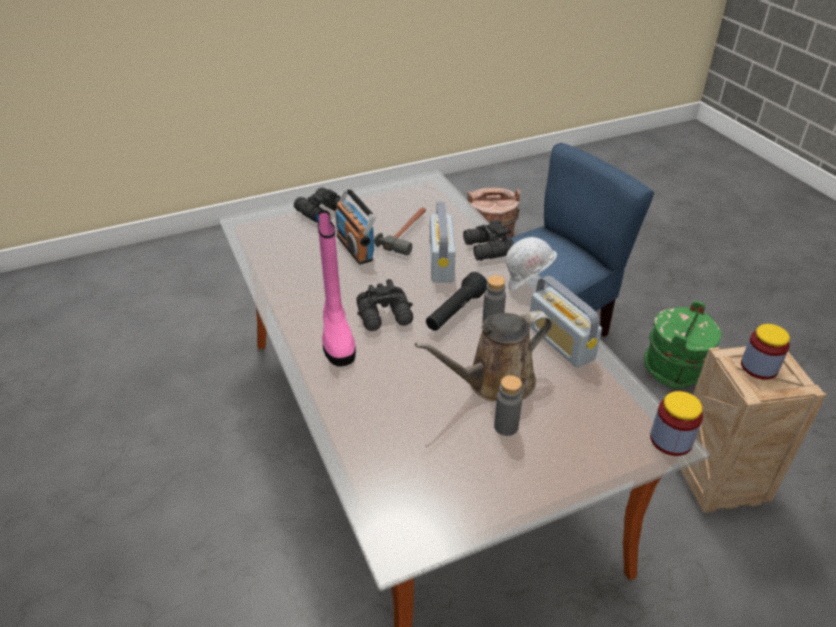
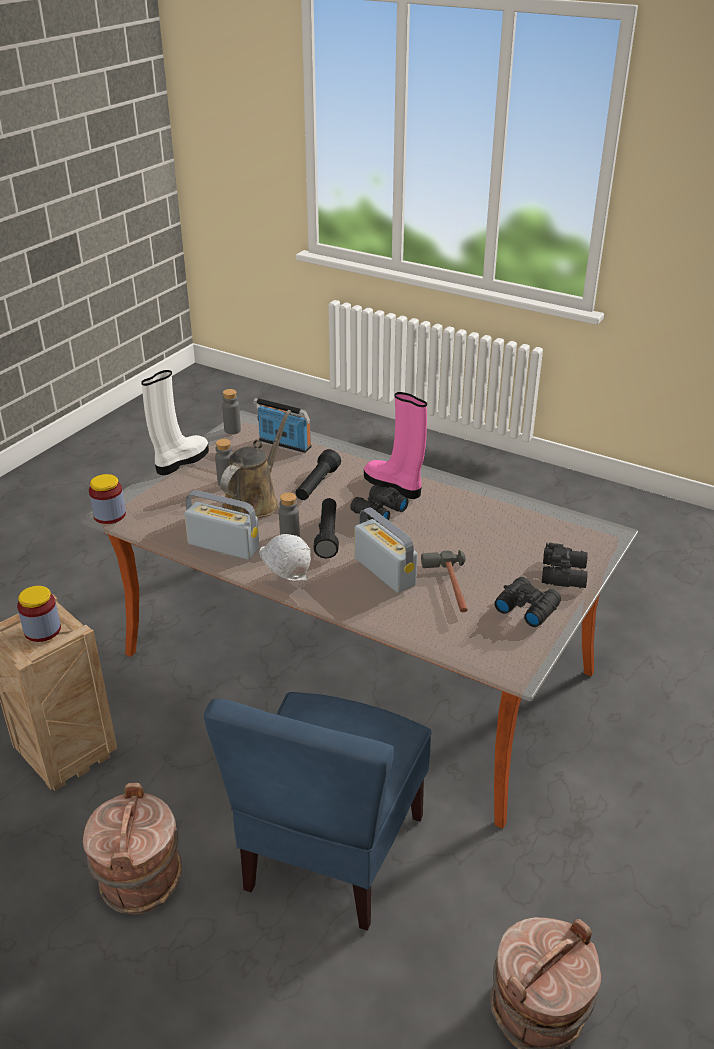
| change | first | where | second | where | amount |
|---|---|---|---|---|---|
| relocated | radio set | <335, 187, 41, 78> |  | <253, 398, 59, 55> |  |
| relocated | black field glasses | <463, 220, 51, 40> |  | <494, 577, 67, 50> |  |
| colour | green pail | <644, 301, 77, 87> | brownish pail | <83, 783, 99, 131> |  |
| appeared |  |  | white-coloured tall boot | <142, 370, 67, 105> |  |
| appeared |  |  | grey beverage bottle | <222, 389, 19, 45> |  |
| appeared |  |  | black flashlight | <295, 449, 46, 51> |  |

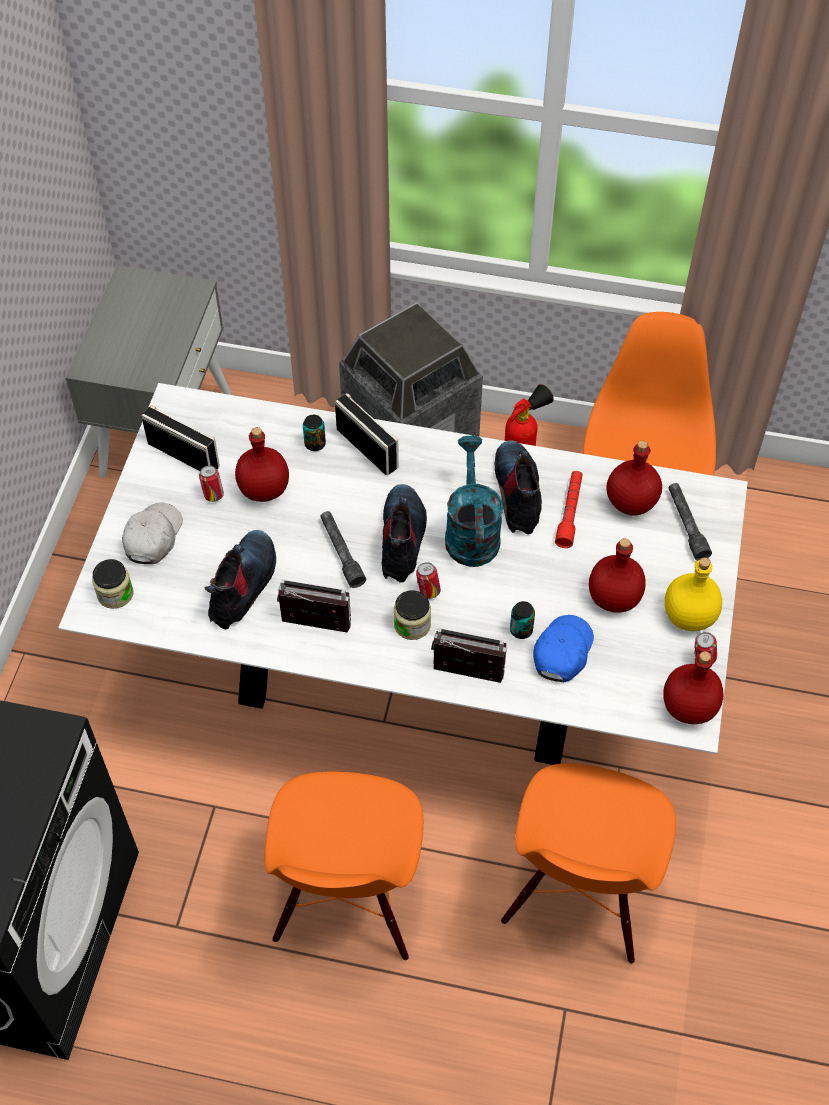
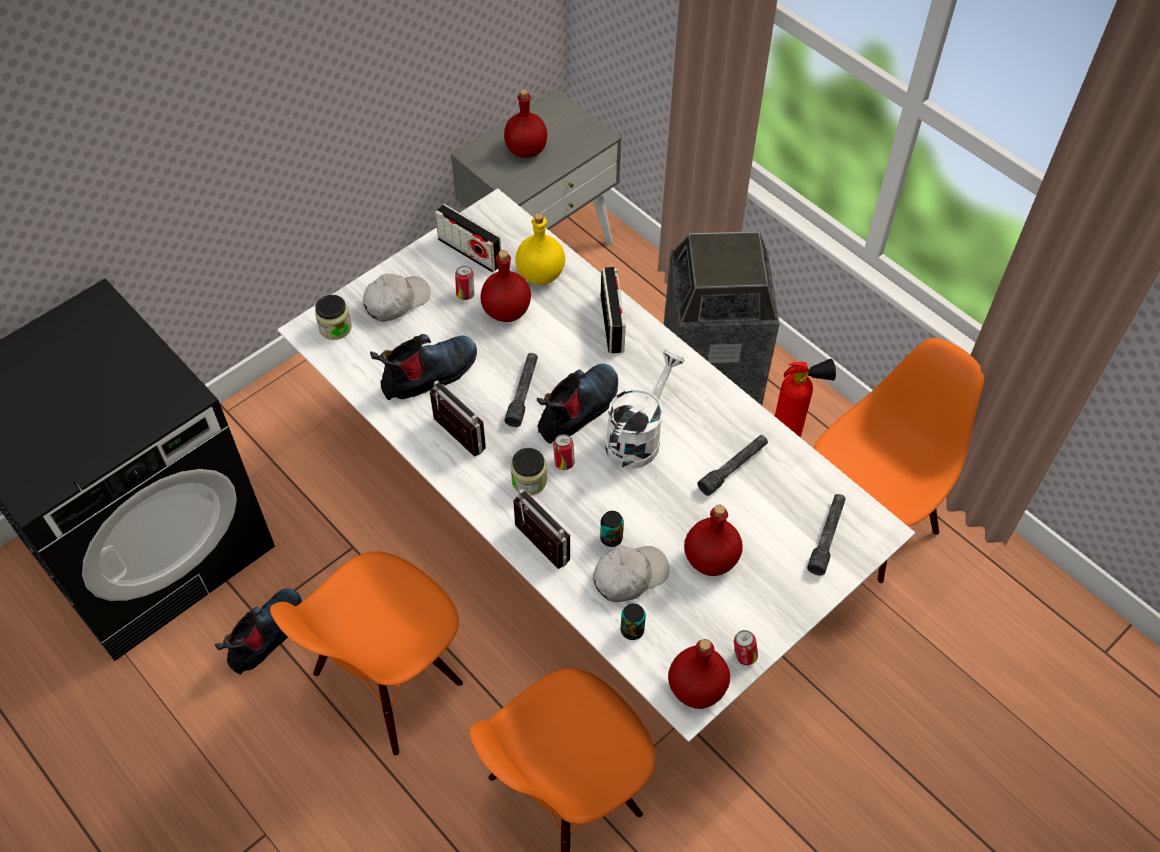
| change | first | where | second | where | amount |
|---|---|---|---|---|---|
| spun | radio set | <142, 405, 78, 66> |  | <435, 204, 66, 69> | 150 degrees clockwise |
| relocated | metal can | <303, 415, 23, 36> |  | <621, 603, 25, 37> |  |
| colour | turquoise watering can | <445, 436, 58, 131> | white-coloured watering can | <605, 349, 80, 120> |  |
| relocated | tall boot | <495, 440, 47, 95> |  | <215, 588, 87, 87> |  |
| colour | blue-coloured baseball cap | <533, 615, 61, 67> | white-coloured baseball cap | <593, 546, 77, 56> |  |
| colour | red flashlight | <555, 471, 28, 77> | grey flashlight | <697, 435, 71, 61> |  |
| relocated | red beverage bottle | <606, 440, 56, 76> |  | <504, 89, 43, 69> |  |
| relocated | yellow beverage bottle | <665, 557, 57, 74> |  | <515, 213, 50, 72> |  |

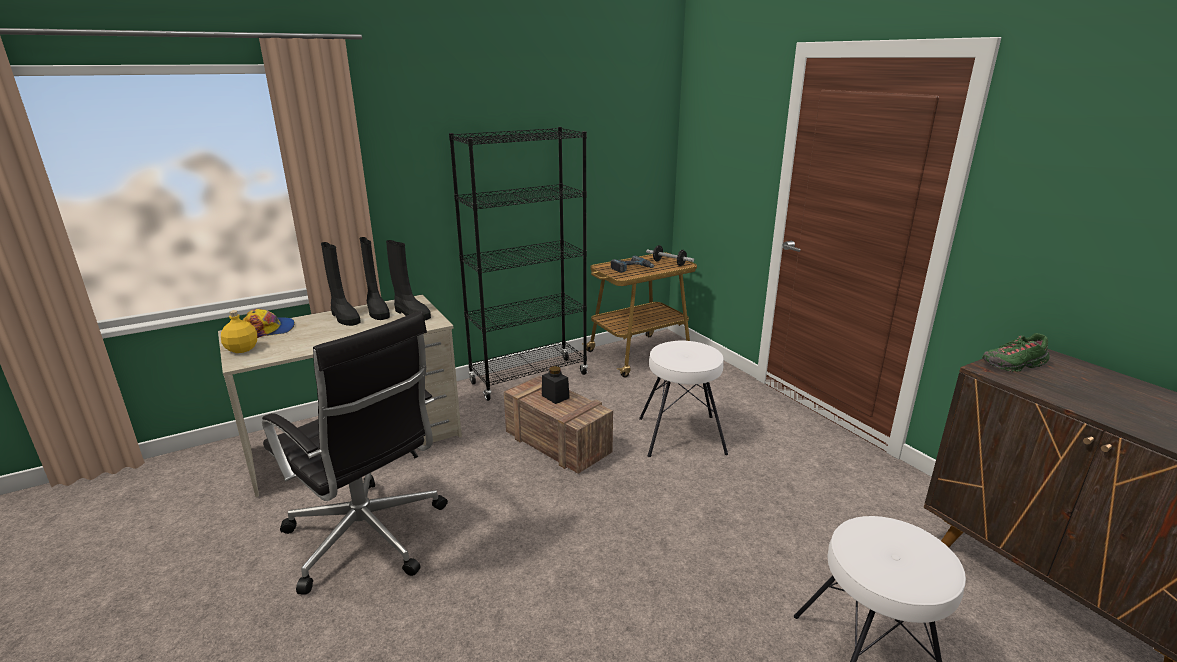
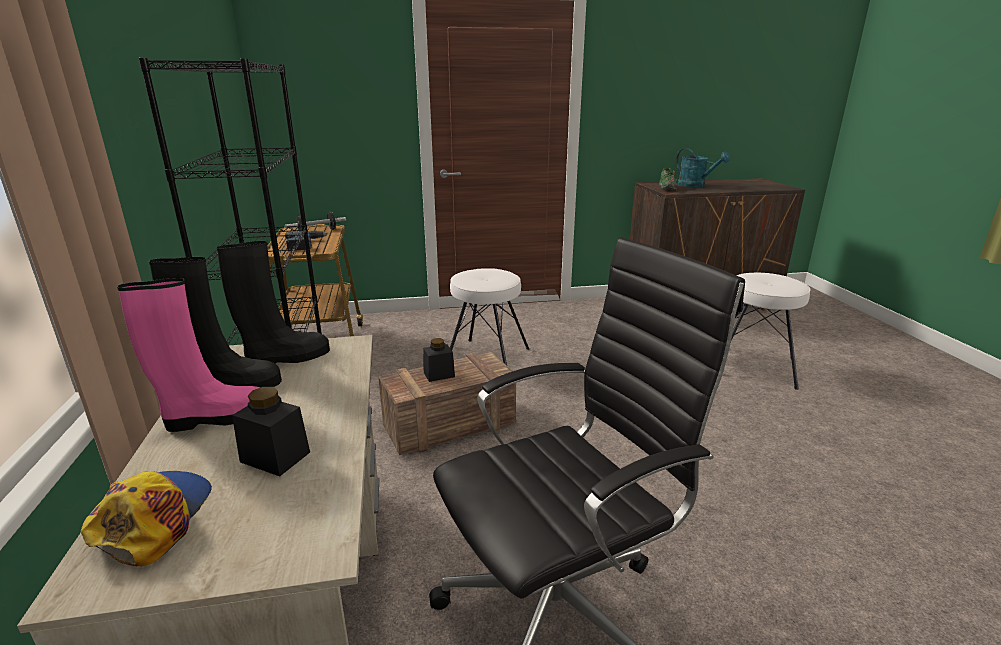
| change | first | where | second | where | amount |
|---|---|---|---|---|---|
| missing | yellow beverage bottle | <221, 310, 36, 43> |  |  |  |
| colour | black tall boot | <321, 242, 40, 84> | pinkish tall boot | <117, 278, 143, 154> |  |
| appeared |  |  | black jar | <232, 387, 78, 89> |  |
| appeared |  |  | turquoise watering can | <676, 148, 54, 39> |  |

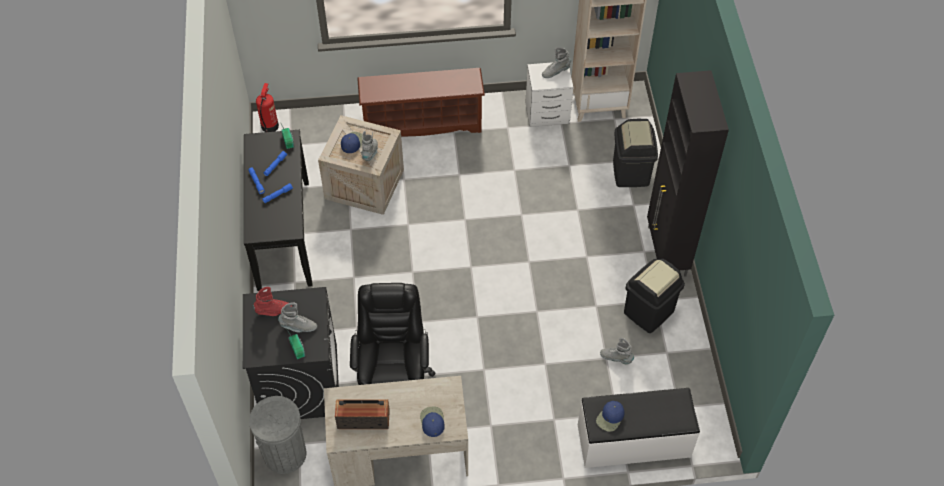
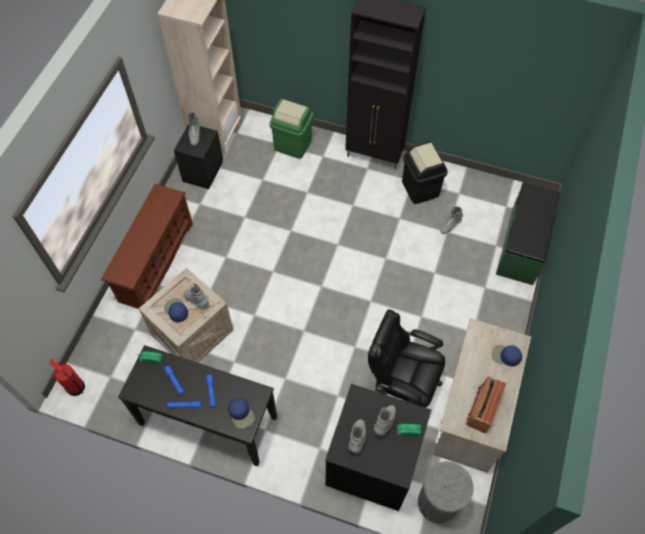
| change | first | where | second | where | amount |
|---|---|---|---|---|---|
| colour | red tall boot | <253, 287, 39, 29> | grey tall boot | <349, 419, 17, 35> |  |
| colour | white-coloured night table | <525, 62, 48, 65> | black night table | <174, 124, 49, 65> |  |
| colour | white-coloured bench | <578, 388, 122, 80> | green bench | <496, 182, 64, 103> |  |
| relocated | blue-coloured baseball cap | <596, 401, 29, 31> |  | <228, 398, 27, 31> |  |
| colour | black rubbish bin | <613, 119, 45, 68> | green rubbish bin | <269, 99, 45, 60> |  |

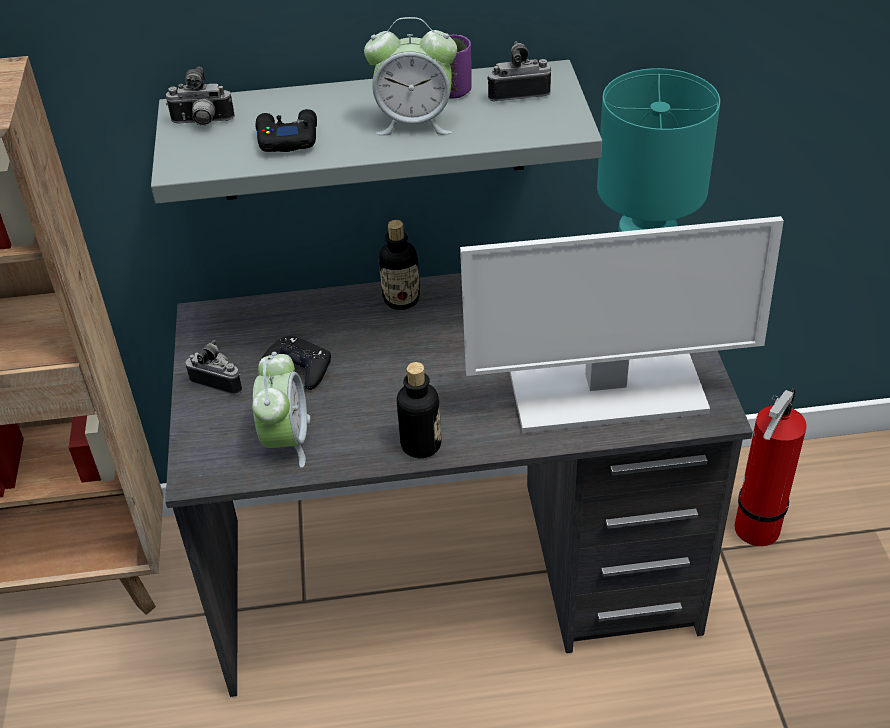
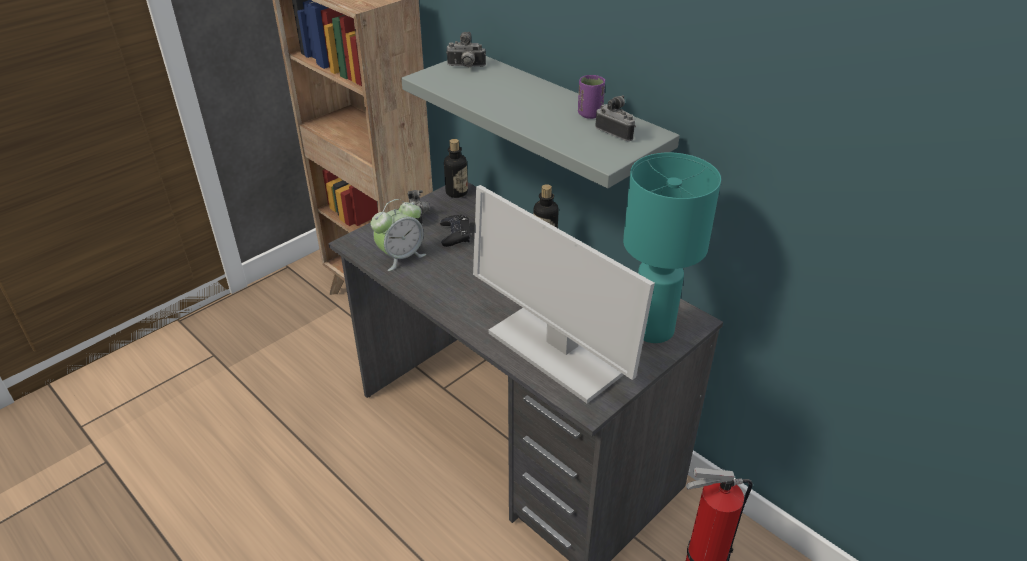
| change | first | where | second | where | amount |
|---|---|---|---|---|---|
| spun | photo camera | <166, 67, 69, 59> |  | <446, 32, 40, 35> | 45 degrees counterclockwise |
| missing | black gamepad | <256, 109, 61, 43> |  |  |  |
| missing | table clock | <364, 17, 93, 118> |  |  |  |
| relocated | beverage bottle | <397, 362, 44, 96> |  | <444, 139, 24, 59> |  |

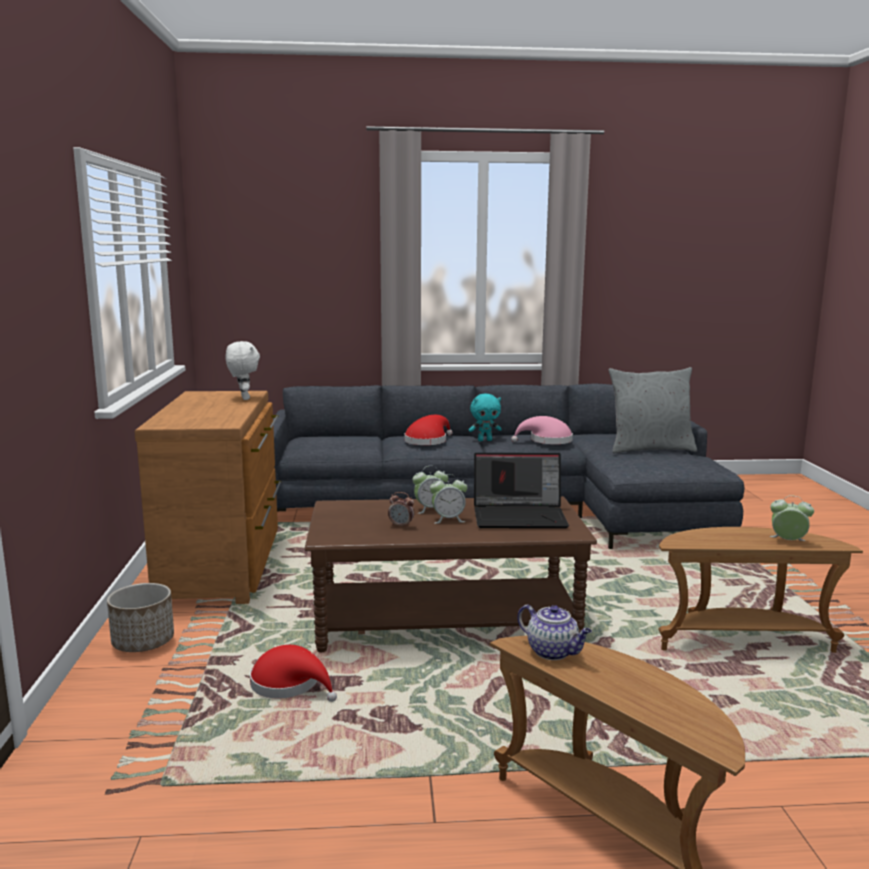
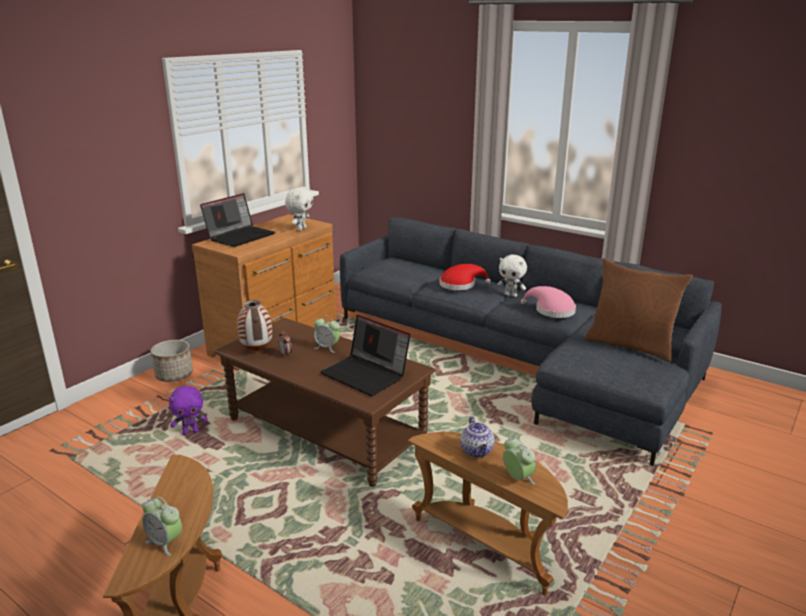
| change | first | where | second | where | amount |
|---|---|---|---|---|---|
| exchanged | red wearable hat | <250, 645, 87, 57> | purplish cuddly toy | <169, 386, 39, 49> |  |
| relocated | table clock | <430, 474, 37, 50> |  | <142, 496, 40, 60> |  |
| colour | turquoise cuddly toy | <469, 394, 33, 47> | white-coloured cuddly toy | <497, 255, 30, 42> |  |
| relocated | tea pot | <518, 605, 74, 55> |  | <460, 417, 35, 41> |  |
| colour | grey throw pillow | <609, 367, 88, 86> | brownish throw pillow | <584, 258, 108, 104> |  |
| appeared |  |  | laptop | <200, 193, 75, 54> |  |
| appeared |  |  | flower vase | <237, 300, 35, 51> |  |

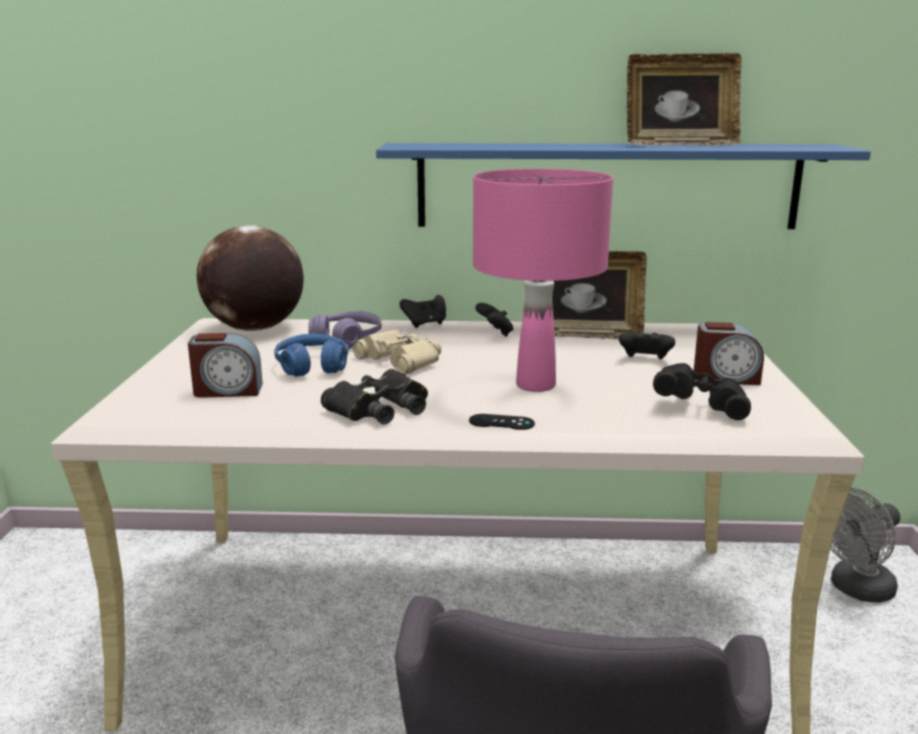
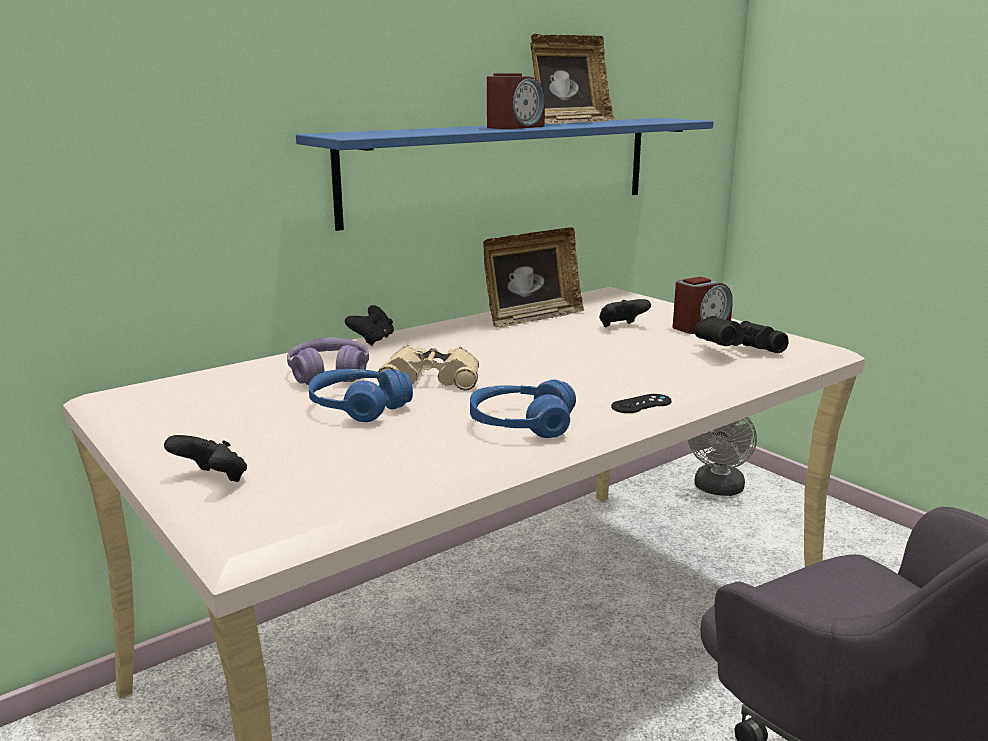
| change | first | where | second | where | amount |
|---|---|---|---|---|---|
| relocated | table clock | <188, 333, 75, 65> |  | <487, 73, 58, 56> |  |
| missing | globe | <196, 225, 108, 106> |  |  |  |
| exchanged | black field glasses | <321, 369, 107, 56> | blue-coloured pair of headphones | <470, 380, 106, 58> |  |
| missing | pinkish table lamp | <473, 169, 140, 223> |  |  |  |
| relocated | black gamepad | <475, 303, 38, 34> |  | <164, 435, 83, 47> |  |

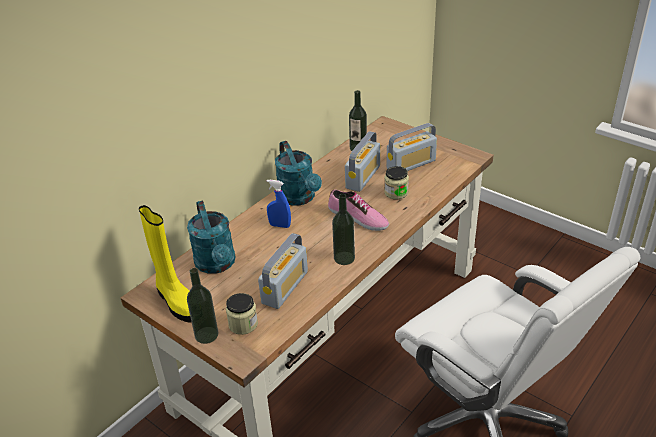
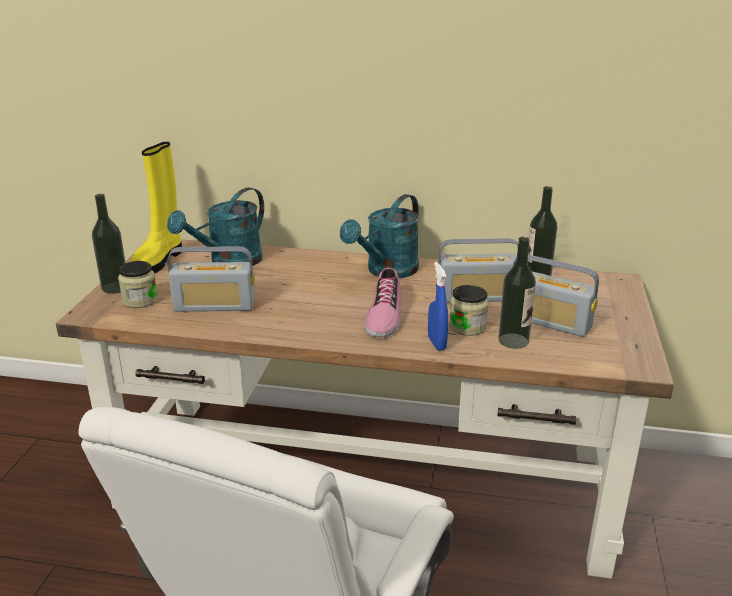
| change | first | where | second | where | amount |
|---|---|---|---|---|---|
| relocated | blue-coloured hand sprayer | <266, 180, 25, 48> |  | <428, 262, 20, 89> |  |
| relocated | beverage bottle | <332, 194, 23, 71> |  | <498, 237, 38, 112> |  |

